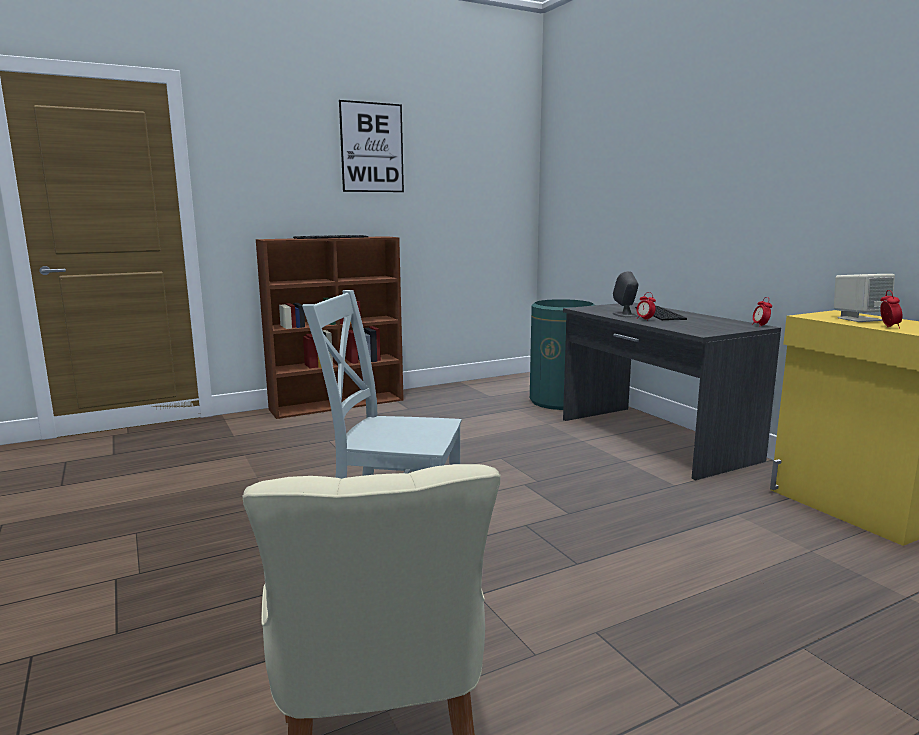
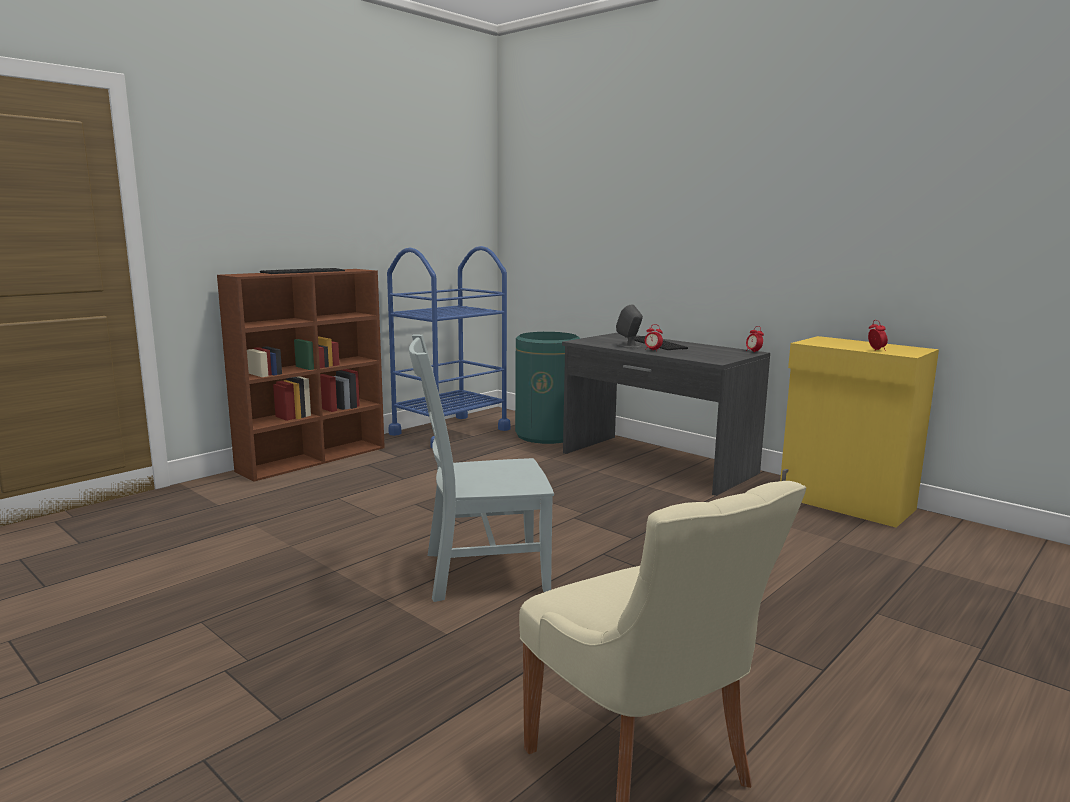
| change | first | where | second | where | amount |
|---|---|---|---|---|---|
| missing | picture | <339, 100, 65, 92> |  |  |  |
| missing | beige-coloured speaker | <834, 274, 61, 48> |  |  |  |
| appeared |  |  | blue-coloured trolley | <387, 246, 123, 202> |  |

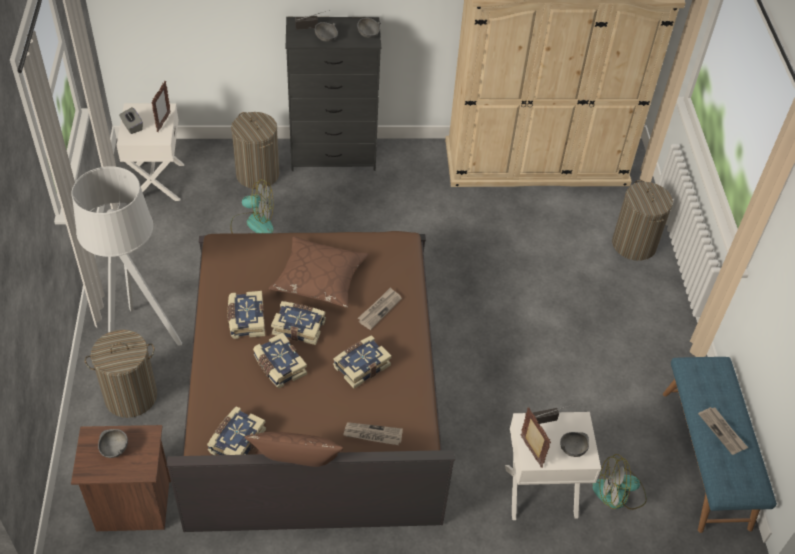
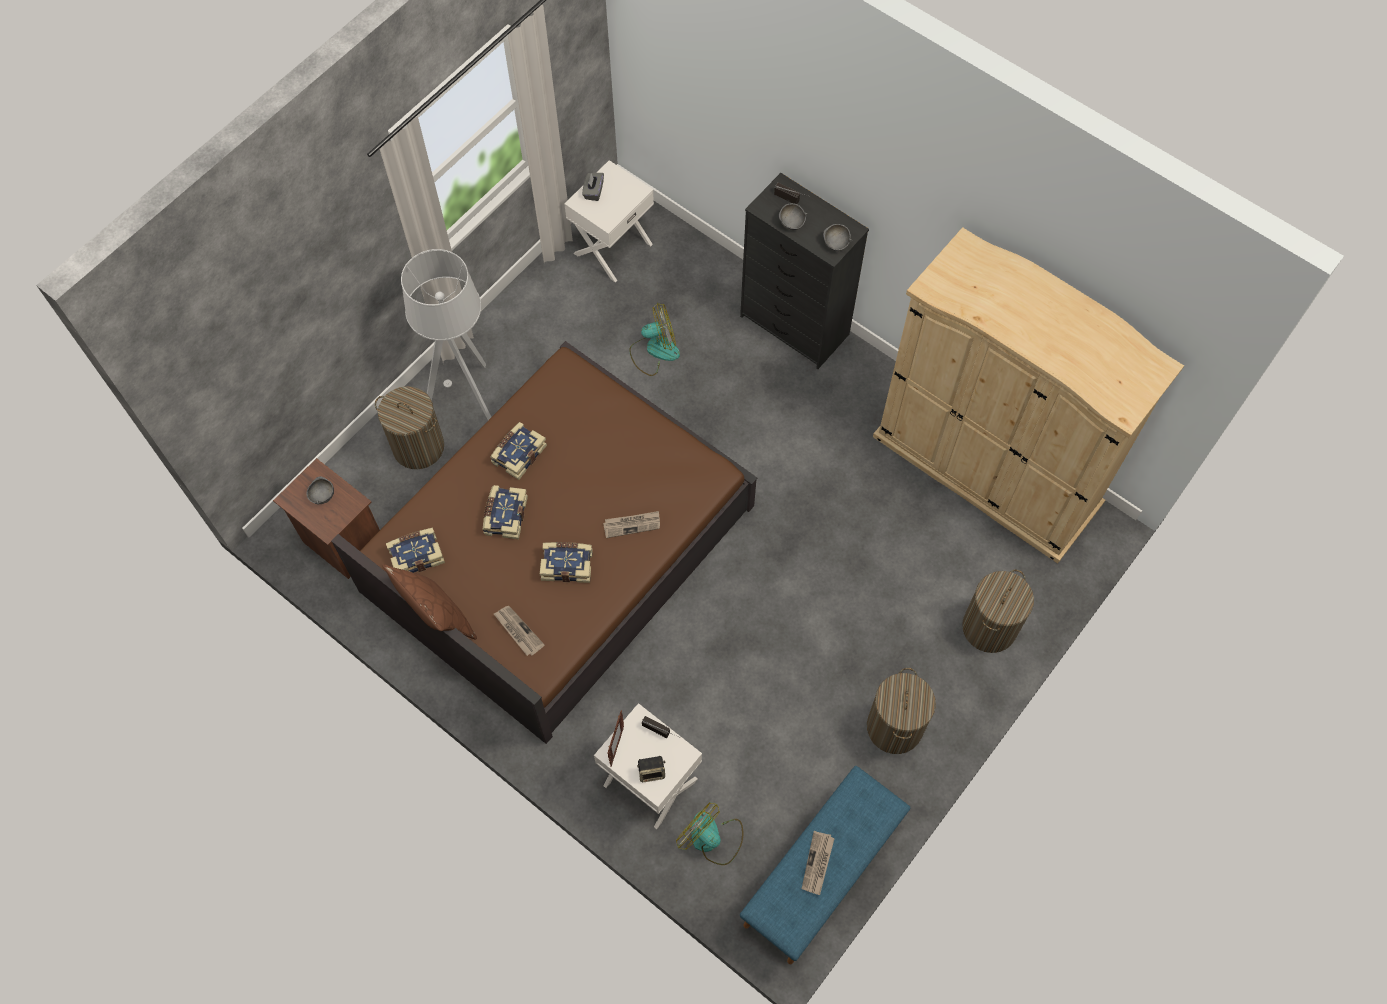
| change | first | where | second | where | amount |
|---|---|---|---|---|---|
| missing | picture frame | <152, 81, 19, 51> |  |  |  |
| spun | fan | <230, 179, 43, 54> |  | <629, 303, 51, 73> | 60 degrees counterclockwise |
| relocated | hamper | <231, 112, 48, 77> |  | <867, 668, 69, 86> |  |
| missing | brownish throw pillow | <269, 236, 100, 72> |  |  |  |
| missing | volume | <271, 301, 55, 44> |  |  |  |
| exchanged | grey serving bowl | <560, 432, 29, 25> | speaker | <637, 756, 28, 26> |  |

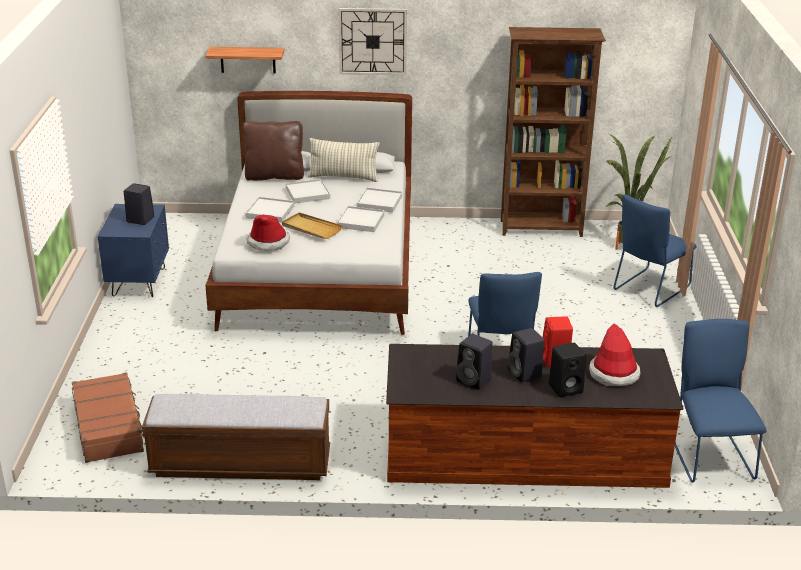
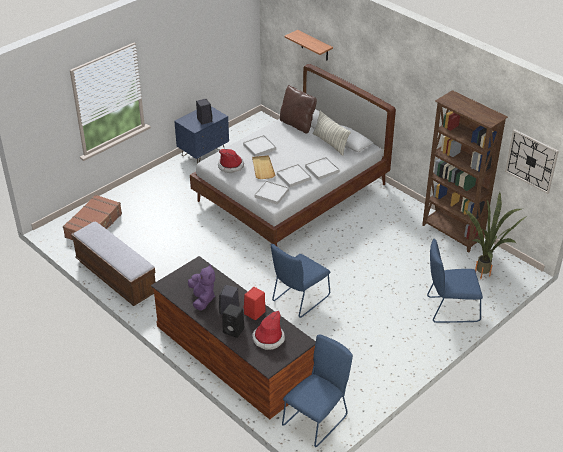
| change | first | where | second | where | amount |
|---|---|---|---|---|---|
| relocated | white-coloured tray | <286, 179, 44, 25> |  | <254, 181, 35, 24> |  |
| relocated | clock on the wall | <339, 8, 68, 67> |  | <505, 129, 54, 65> |  |
| exchanged | black speaker | <456, 334, 37, 56> | purplish cuddly toy | <188, 264, 27, 47> |  |

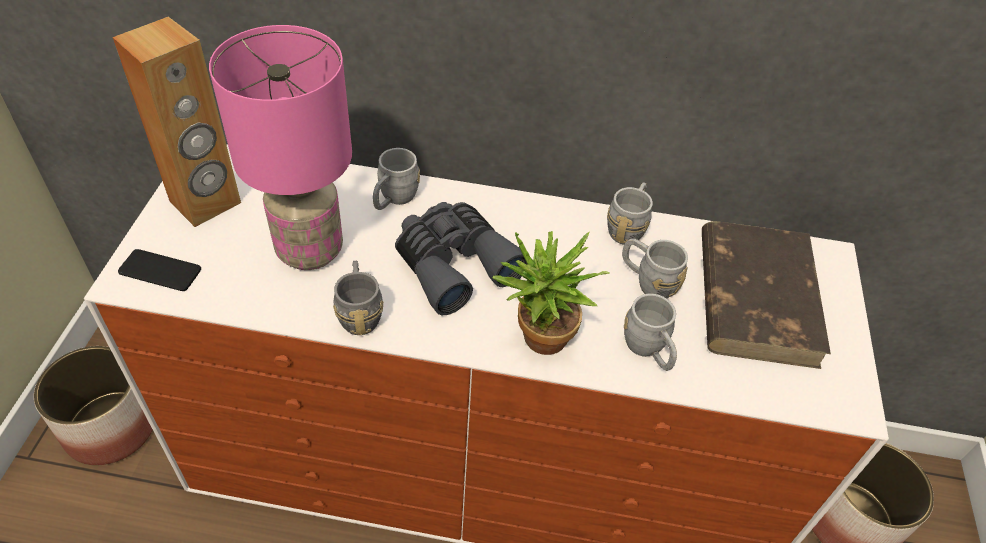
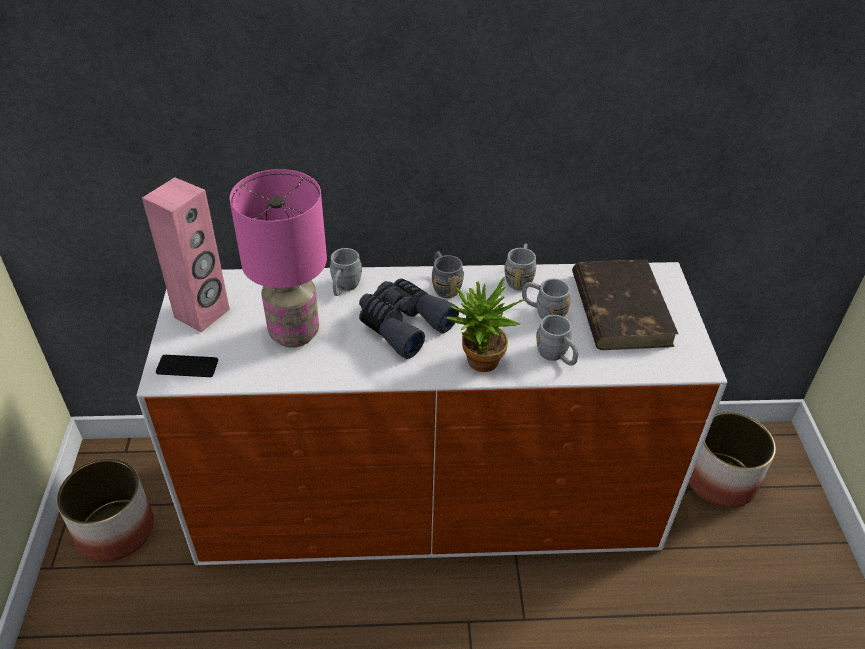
| change | first | where | second | where | amount |
|---|---|---|---|---|---|
| colour | brownish speaker | <113, 17, 128, 210> | pinkish speaker | <142, 177, 88, 155> |  |
| relocated | grey mug | <333, 261, 50, 74> |  | <432, 251, 32, 47> |  |

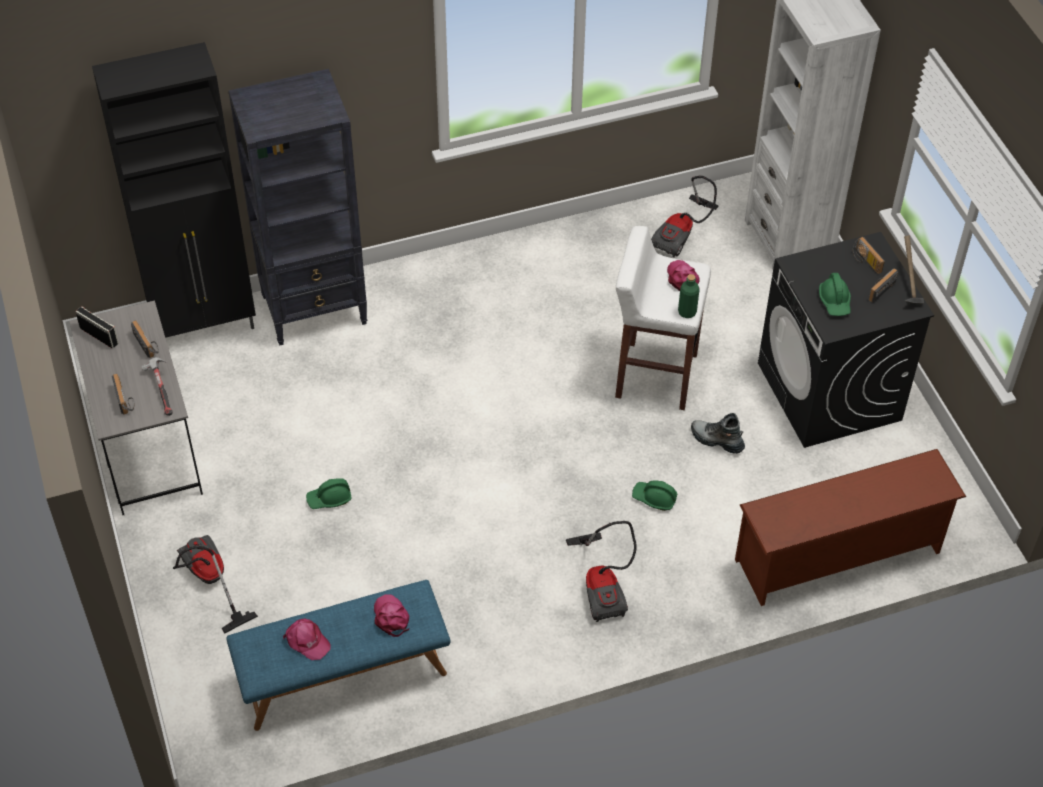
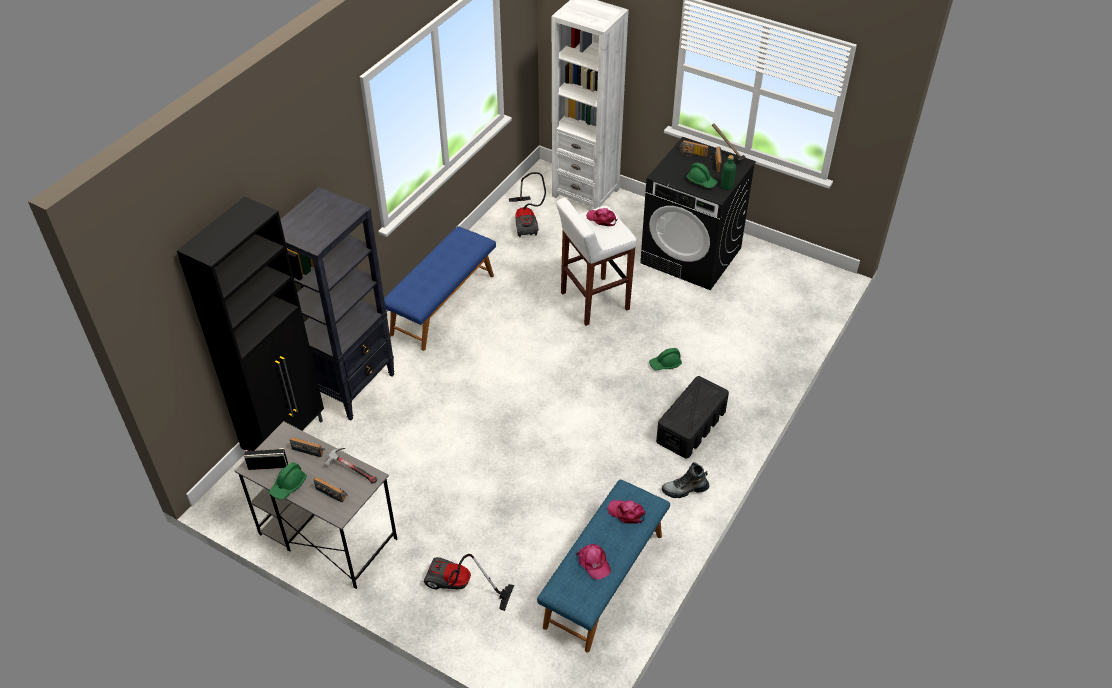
| change | first | where | second | where | amount |
|---|---|---|---|---|---|
| spun | pinkish baseball cap | <283, 618, 48, 42> |  | <576, 544, 35, 36> | 60 degrees clockwise |
| relocated | green work helmet | <306, 478, 46, 31> |  | <269, 462, 38, 38> |  |
| exchanged | vacuum cleaner | <566, 521, 71, 101> | black storage container | <656, 376, 73, 82> |  |
| relocated | green beverage bottle | <678, 274, 21, 44> |  | <721, 155, 15, 35> |  |
| relocated | tall boot | <691, 413, 54, 41> |  | <662, 462, 47, 36> |  |
| missing | brownish shoe shelf | <735, 449, 231, 157> |  |  |  |
| appeared |  |  | blue-coloured bench | <384, 226, 112, 125> |  |

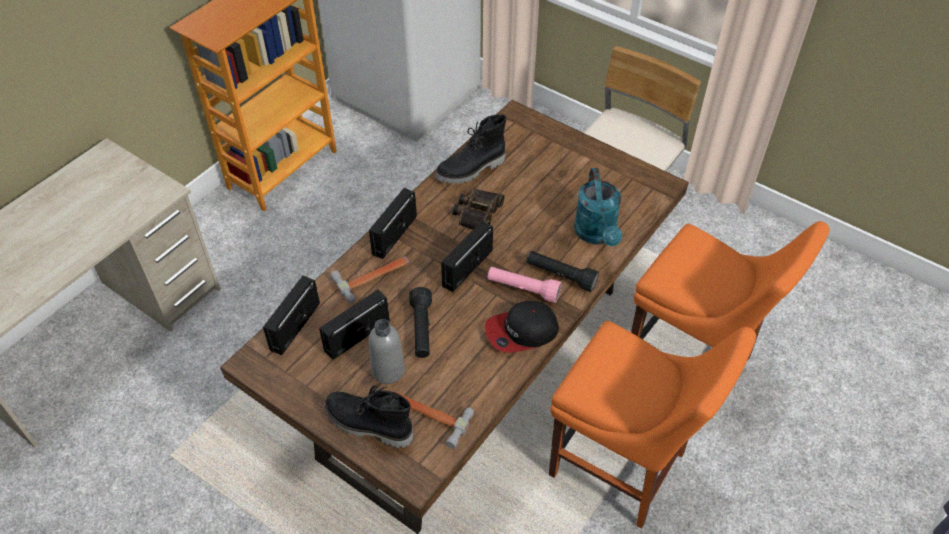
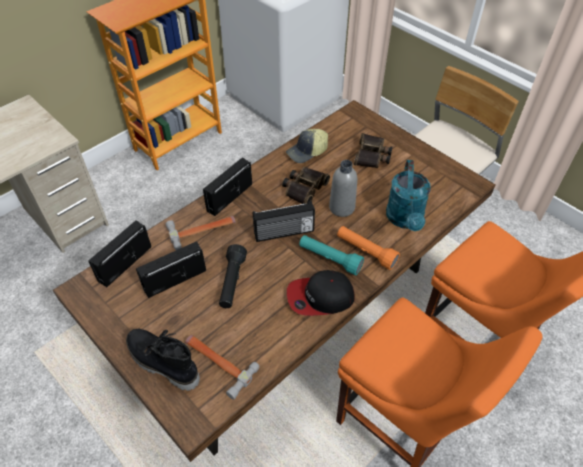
| change | first | where | second | where | amount |
|---|---|---|---|---|---|
| relocated | grey beverage bottle | <368, 319, 37, 65> |  | <329, 160, 28, 57> |  |
| exchanged | black tall boot | <435, 114, 71, 70> | baseball cap | <286, 129, 42, 34> |  |
| spun | radio set | <441, 221, 52, 71> |  | <253, 201, 62, 41> | 150 degrees counterclockwise |
| colour | pinkish flashlight | <487, 267, 75, 36> | turquoise flashlight | <299, 235, 65, 41> |  |
| colour | black flashlight | <527, 251, 72, 41> | orangey flashlight | <337, 226, 63, 44> |  |
| appeared |  |  | field glasses | <354, 133, 39, 35> |  |

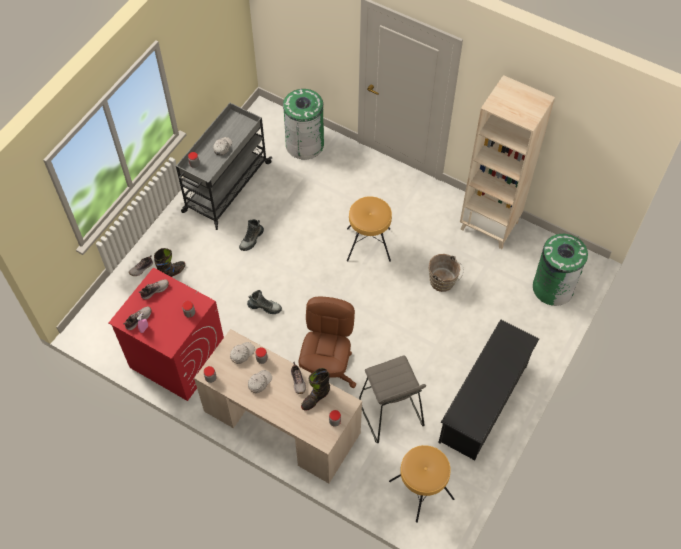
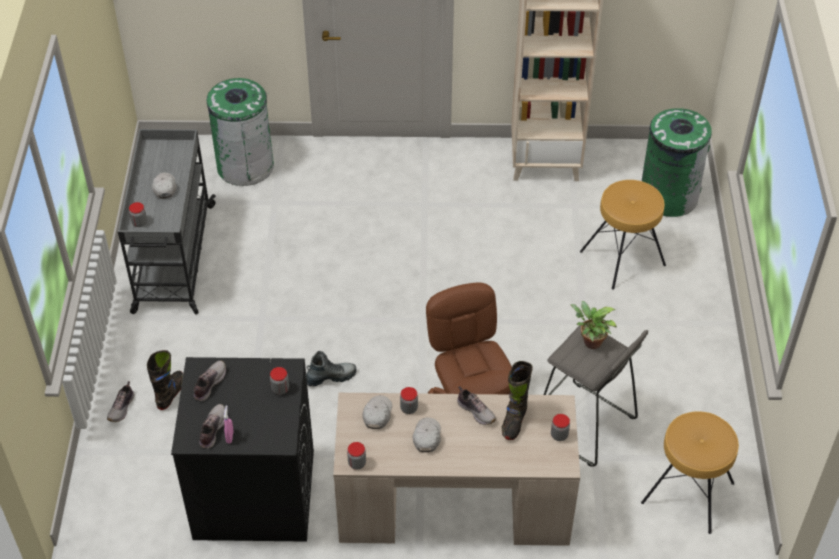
| change | first | where | second | where | amount |
|---|---|---|---|---|---|
| colour | red laundry machine | <109, 267, 115, 134> | black laundry machine | <171, 357, 143, 185> |  |
| missing | tall boot | <239, 219, 25, 32> |  |  |  |
| relocated | brownish sitting stool | <347, 196, 45, 66> |  | <580, 180, 86, 109> |  |
| missing | brownish pail | <429, 254, 35, 38> |  |  |  |
| missing | black shoe shelf | <438, 319, 101, 141> |  |  |  |
| appeared |  |  | plant in a pot | <570, 301, 47, 48> |  |

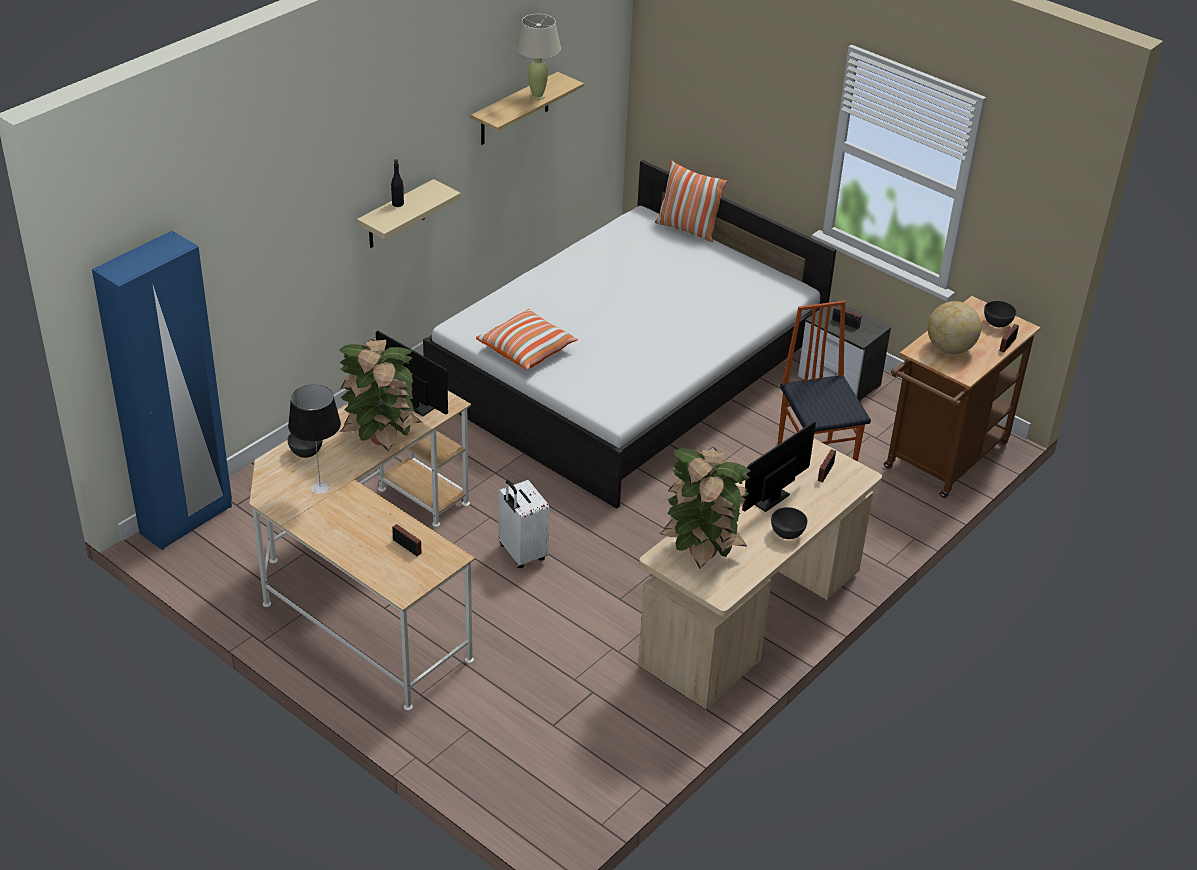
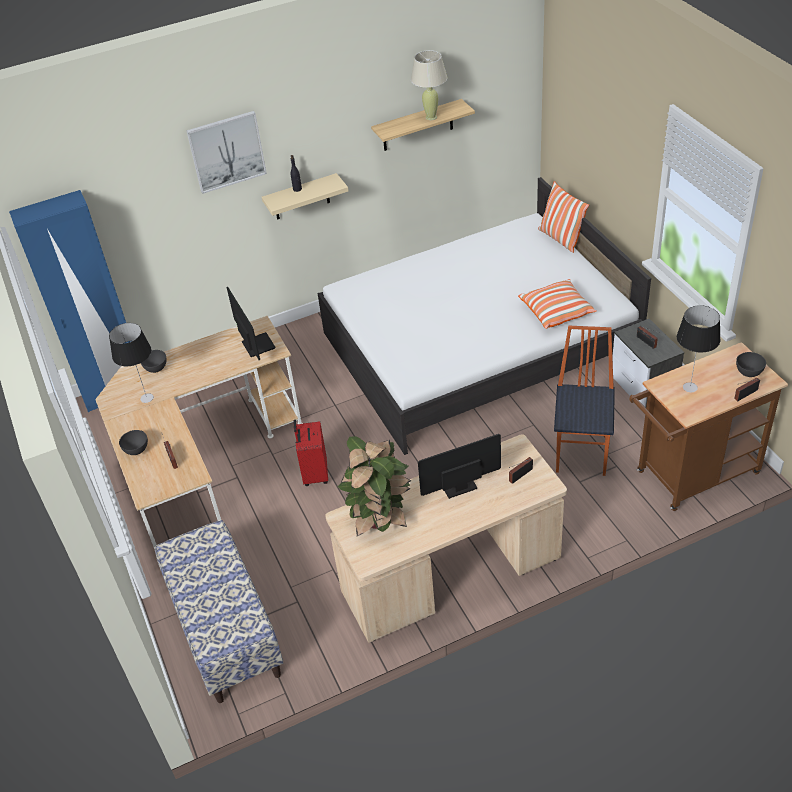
| change | first | where | second | where | amount |
|---|---|---|---|---|---|
| missing | plant in a pot | <339, 339, 83, 112> |  |  |  |
| relocated | throw pillow | <476, 309, 102, 61> |  | <518, 279, 78, 50> |  |
| colour | white-coloured piece of luggage | <499, 480, 51, 88> | red piece of luggage | <293, 420, 35, 66> |  |
| relocated | grey serving bowl | <771, 507, 37, 32> |  | <119, 430, 29, 25> |  |
| exchanged | globe | <927, 301, 54, 53> | table lamp | <677, 305, 44, 87> |  |
| appeared |  |  | bench | <155, 520, 129, 183> |  |
| appeared |  |  | picture | <186, 111, 81, 83> |  |

